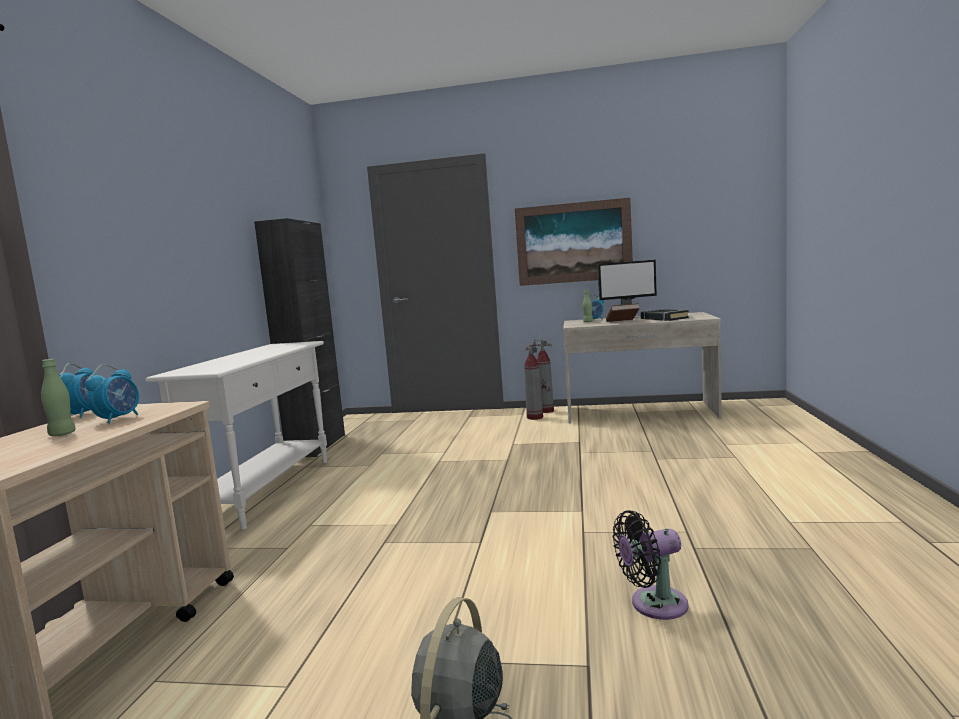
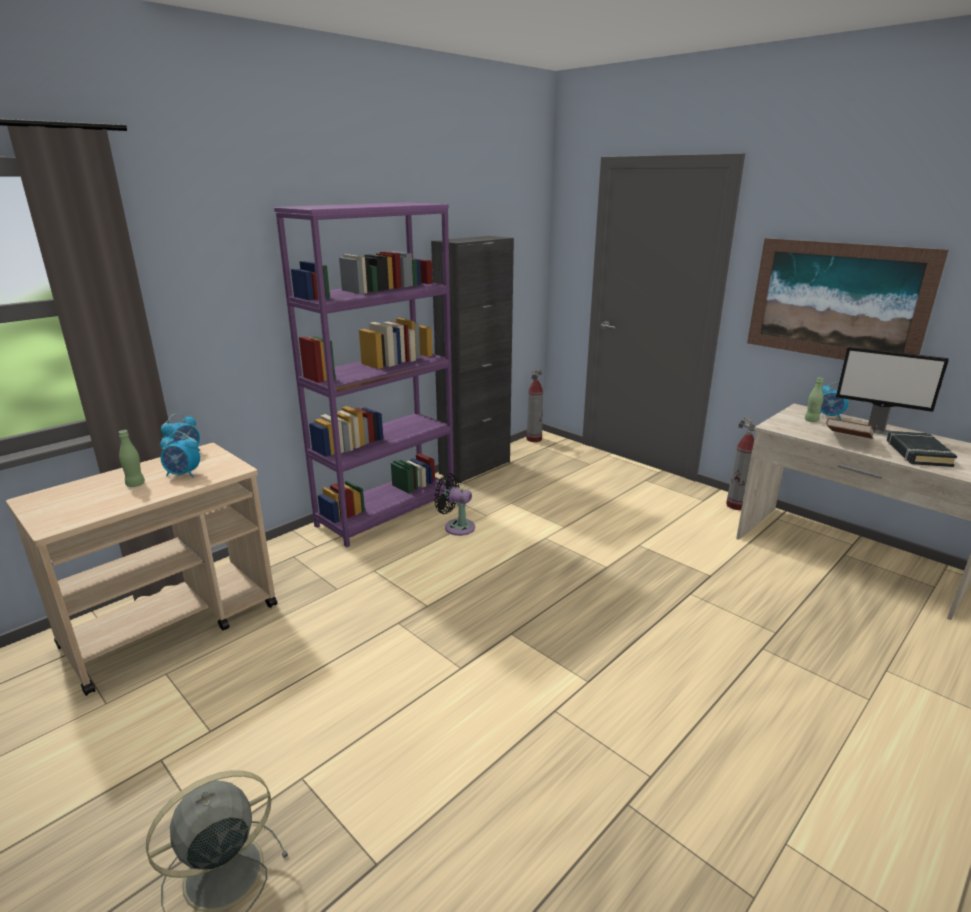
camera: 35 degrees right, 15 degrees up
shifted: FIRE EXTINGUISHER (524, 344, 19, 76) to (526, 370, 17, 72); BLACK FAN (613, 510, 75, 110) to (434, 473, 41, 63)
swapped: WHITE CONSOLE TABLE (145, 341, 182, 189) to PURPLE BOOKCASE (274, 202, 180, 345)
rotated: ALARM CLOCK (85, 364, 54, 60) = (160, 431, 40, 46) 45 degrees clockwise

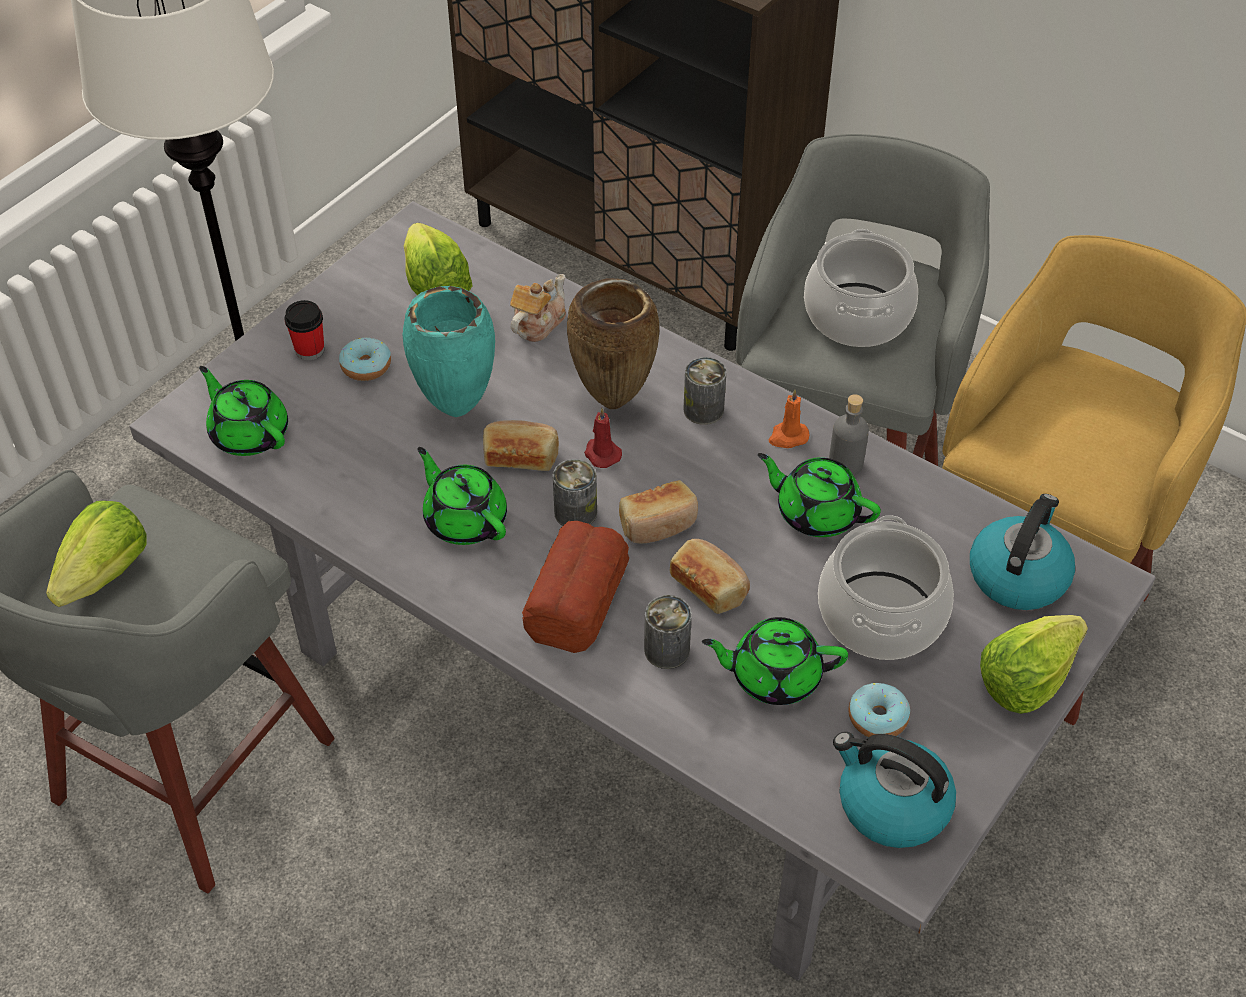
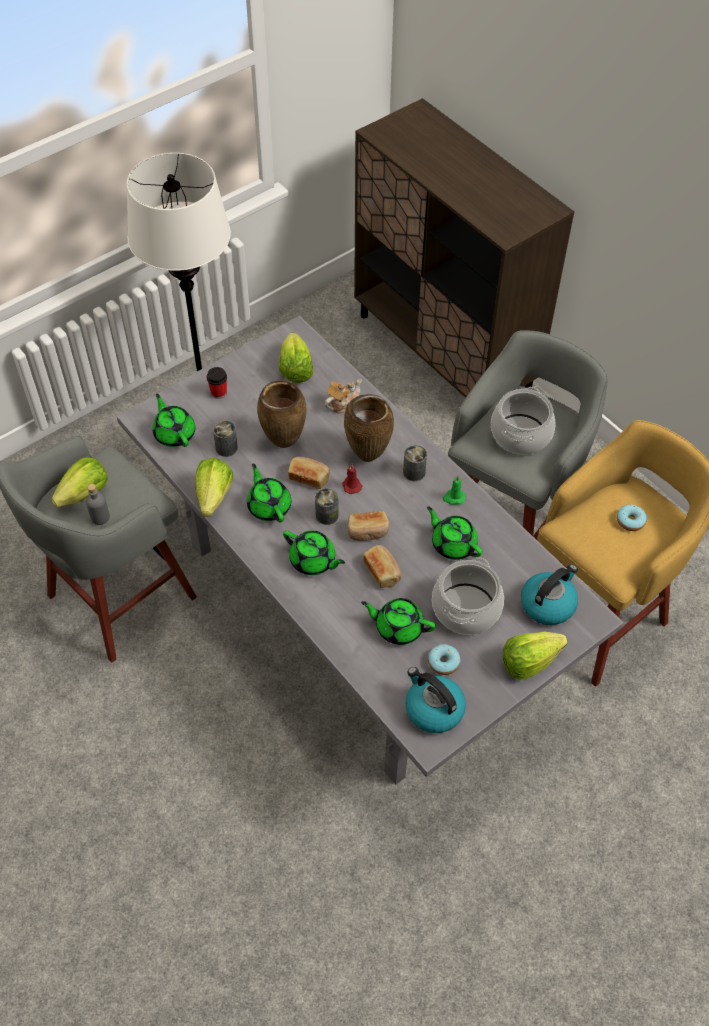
camera: 15 degrees right, 5 degrees up
new: LETTUCE (195, 458, 38, 59)
shifted: DONUT (339, 338, 52, 43) to (617, 504, 30, 27); GREY BOTTLE (829, 394, 40, 82) to (86, 484, 24, 41); CAN (644, 595, 48, 74) to (213, 421, 25, 36)
swapped: BREAD (522, 521, 107, 132) to GREEN TEAPOT (283, 531, 62, 44)
repainted: TURQUOISE VASE (402, 286, 93, 131) to BROWN VASE (257, 380, 50, 68); ORANGE CANDLE (768, 389, 41, 59) to GREEN CANDLE (443, 475, 23, 30)

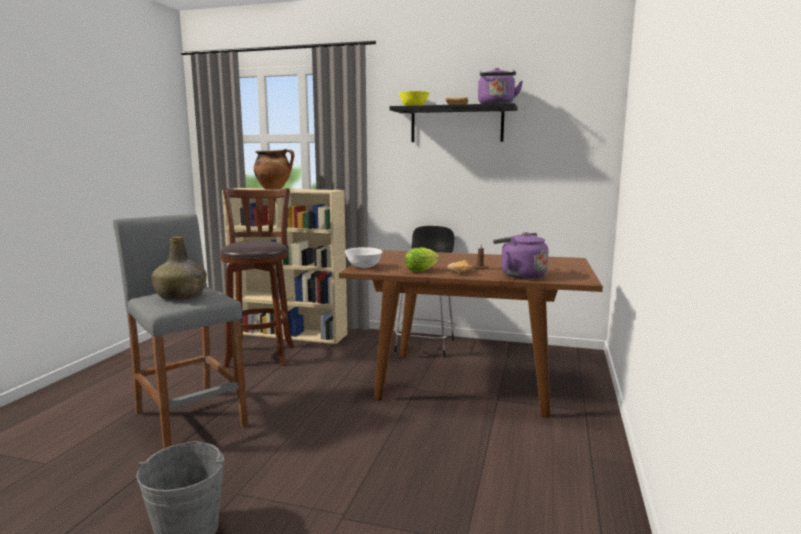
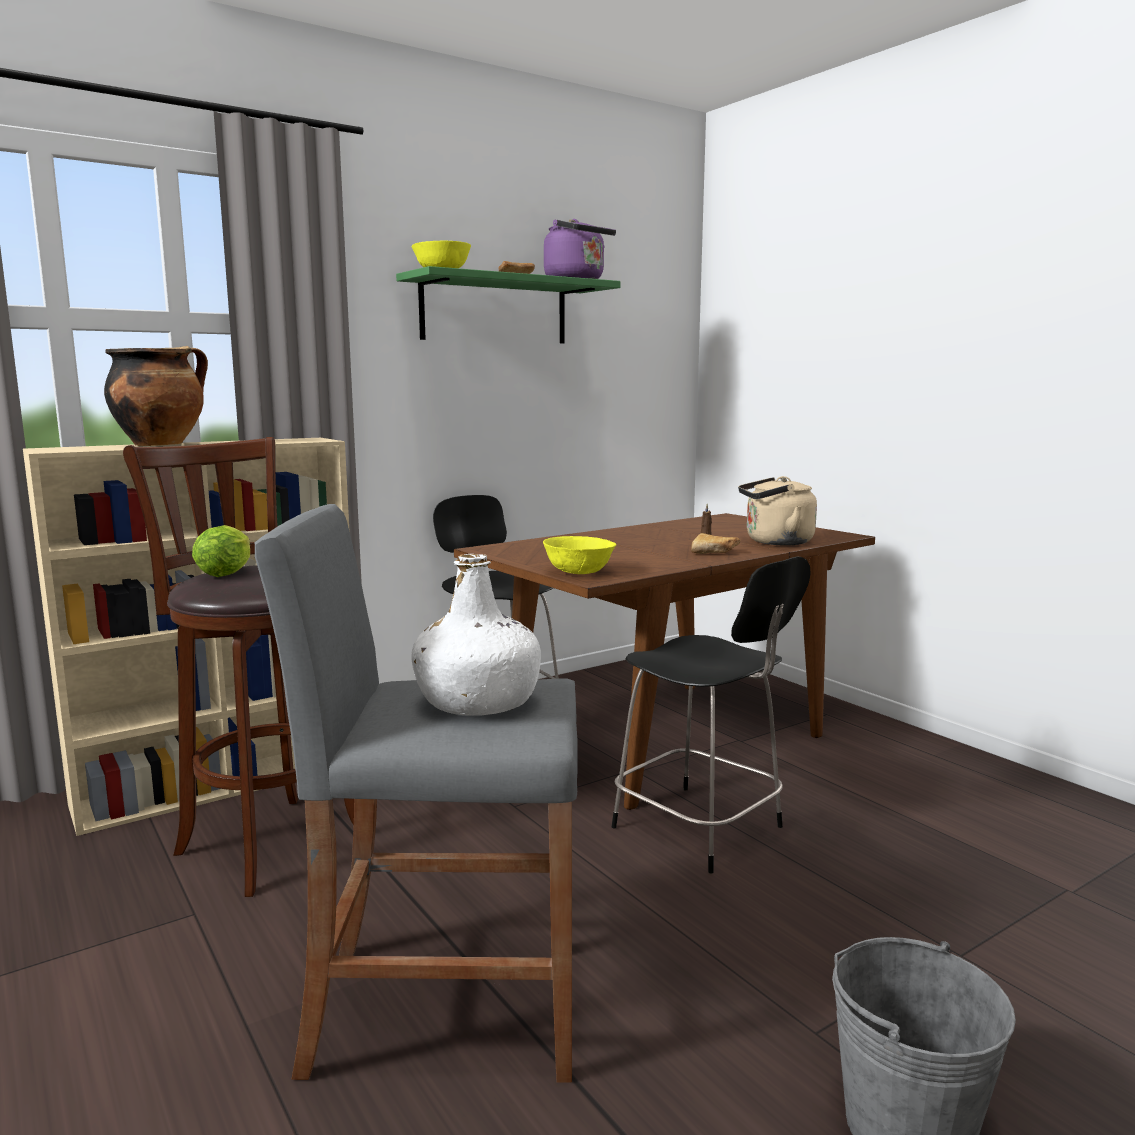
camera: 50 degrees left, 0 degrees up
new: BLACK CHAIR (611, 557, 200, 316)
shifted: LETTUCE (405, 247, 35, 25) to (192, 525, 58, 52)
repainted: BLACK SHELF (389, 103, 129, 39) to GREEN SHELF (396, 266, 224, 77); PURPLE KETTLE (493, 232, 55, 47) to BEIGE KETTLE (738, 476, 79, 70); GREEN BOTTLE (151, 236, 56, 64) to WHITE BOTTLE (411, 554, 130, 162); WHITE BOWL (345, 247, 38, 21) to YELLOW BOWL (543, 536, 74, 38)

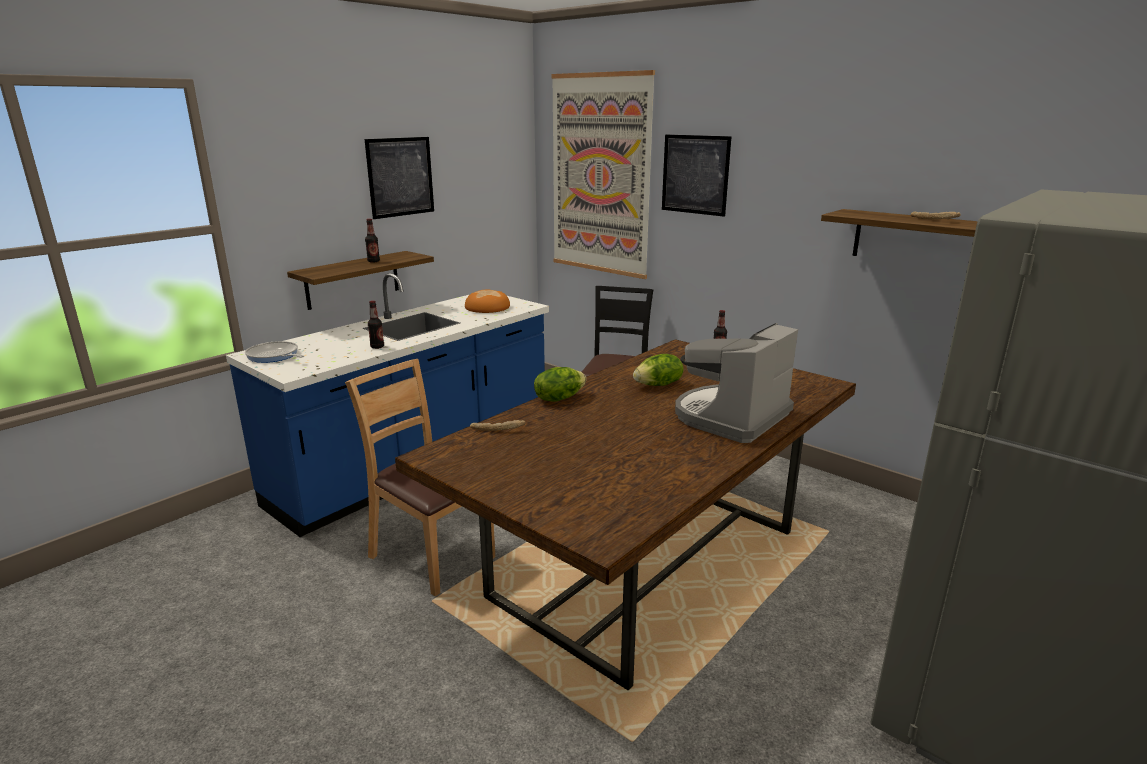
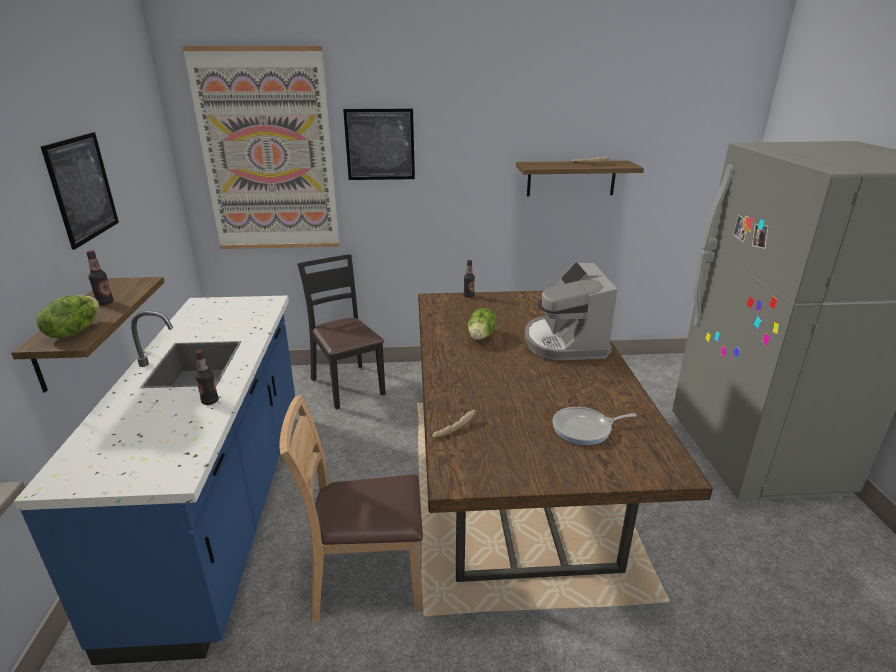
camera: 45 degrees left, 5 degrees up
gone: BREAD (465, 289, 45, 24)
shifted: FRYING PAN (245, 341, 59, 22) to (552, 407, 85, 38); LETTUCE (534, 367, 52, 34) to (36, 295, 63, 44)

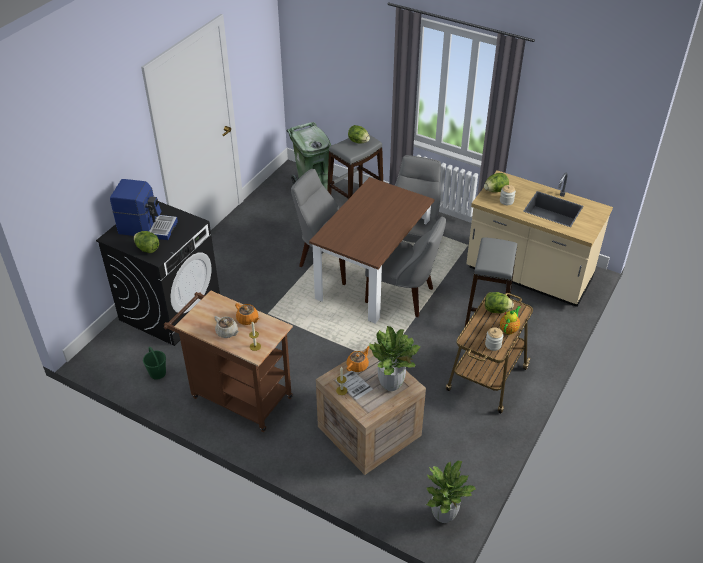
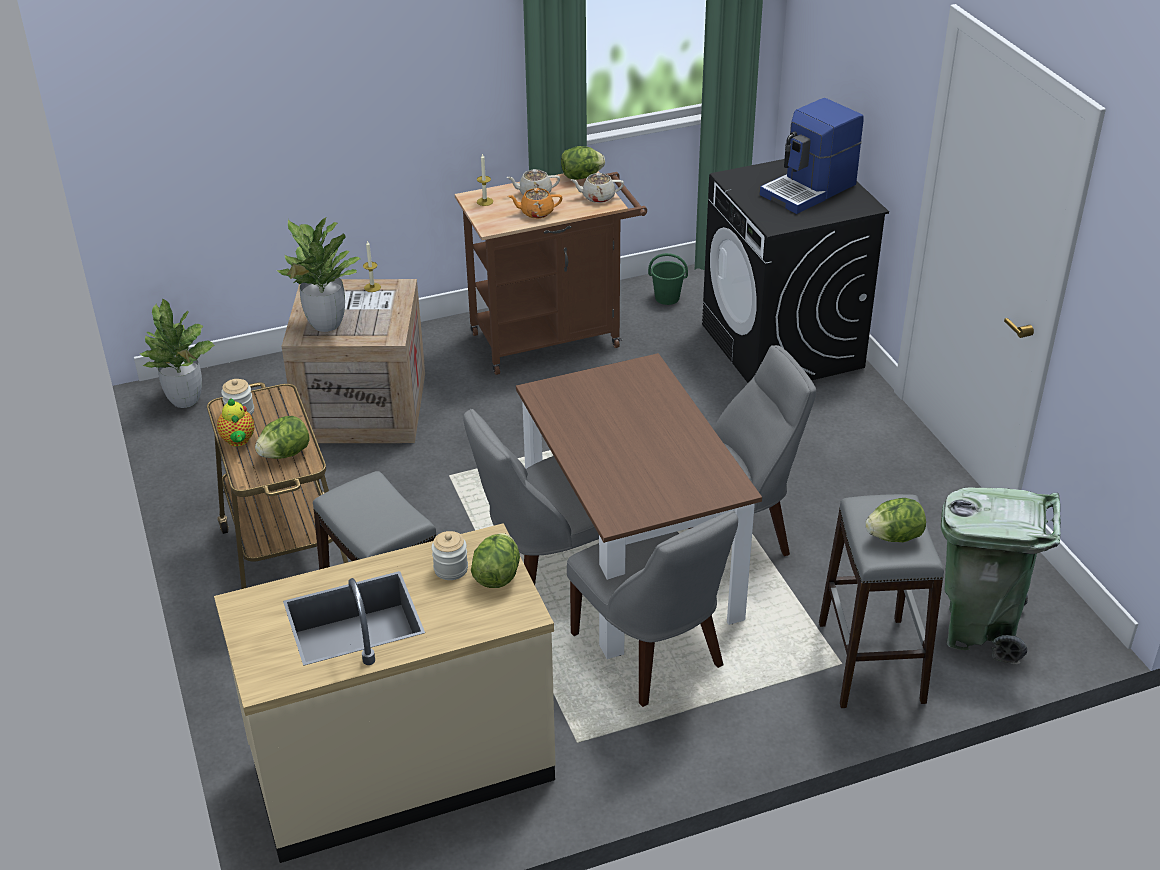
camera: 130 degrees right, 5 degrees down
gone: ORANGE TEAPOT (346, 346, 23, 26)
new: BEIGE TEAPOT (570, 173, 54, 30)
shifted: LETTUCE (134, 231, 25, 22) to (561, 146, 44, 34)

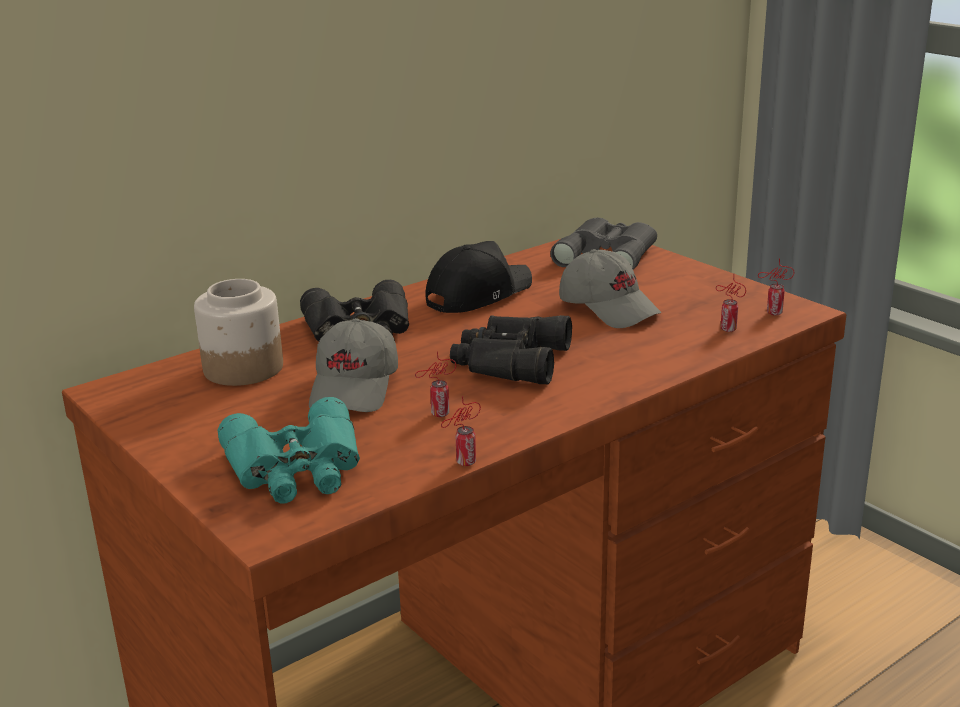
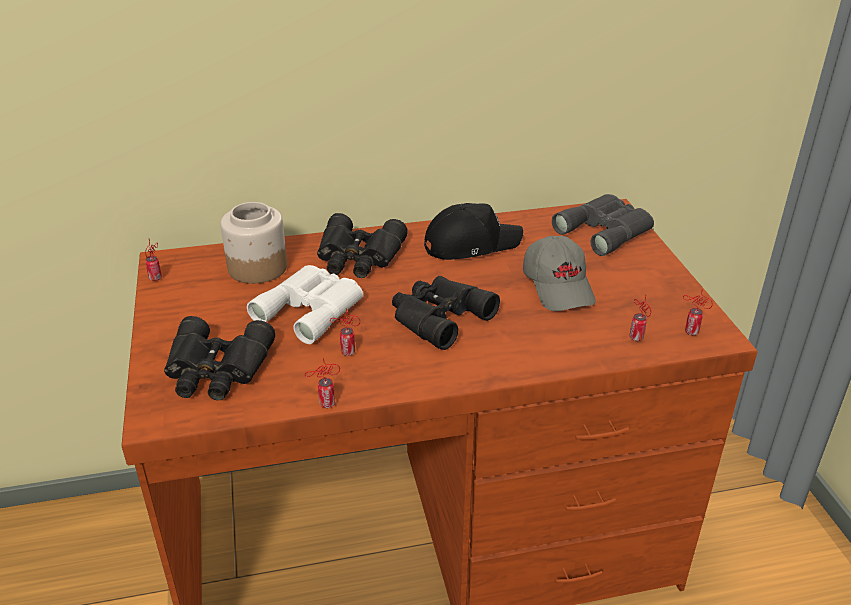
camera: 25 degrees right, 10 degrees up
new: CAN (145, 239, 17, 42)
swapped: GREY CAP (309, 318, 89, 94) to WHITE BINOCULARS (247, 265, 116, 79)
repainted: TURQUOISE BINOCULARS (218, 397, 142, 107) to BLACK BINOCULARS (164, 316, 111, 84)

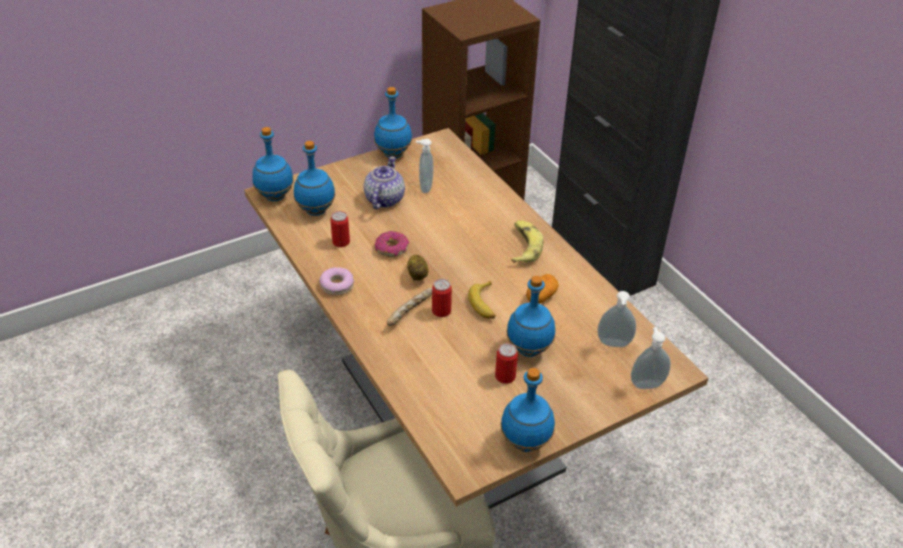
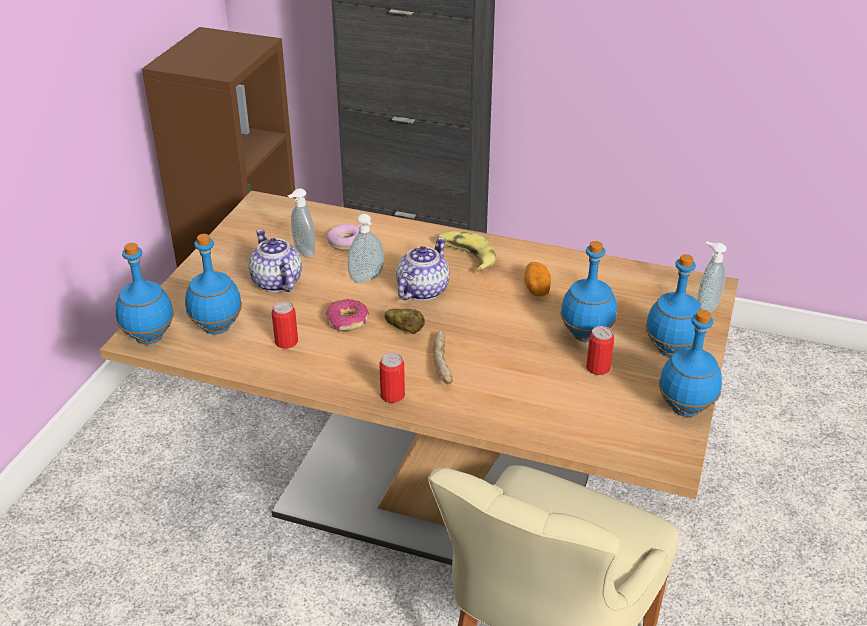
camera: 40 degrees left, 5 degrees down
gone: BANANA (468, 281, 28, 38)
new: TEAPOT (396, 237, 53, 64)
shifted: BLUE BOTTLE (374, 87, 38, 71) to (646, 254, 56, 103); DONUT (319, 267, 35, 28) to (327, 224, 32, 27); CAN (432, 279, 20, 38) to (379, 353, 26, 50); SOAP DISPENSER (597, 291, 39, 56) to (347, 214, 37, 69)

